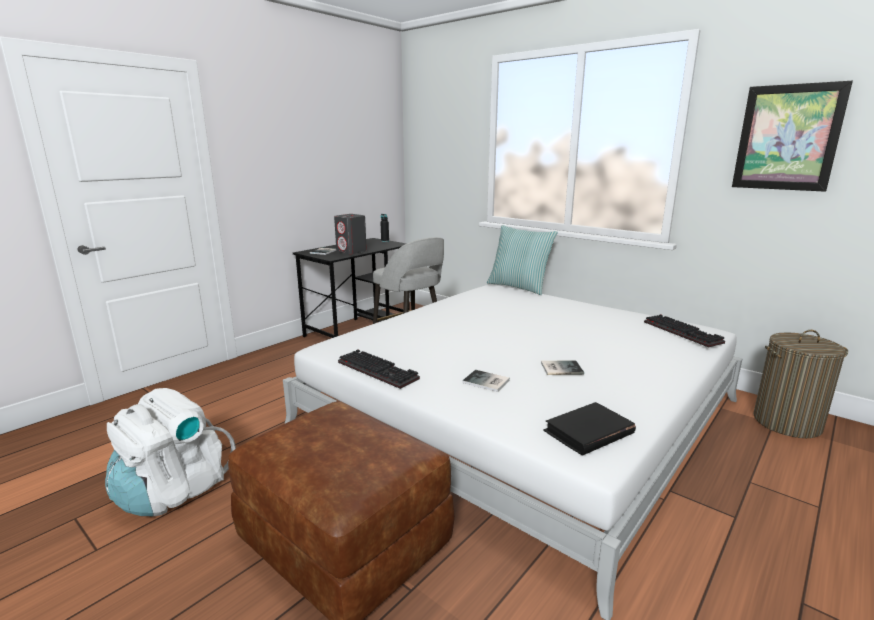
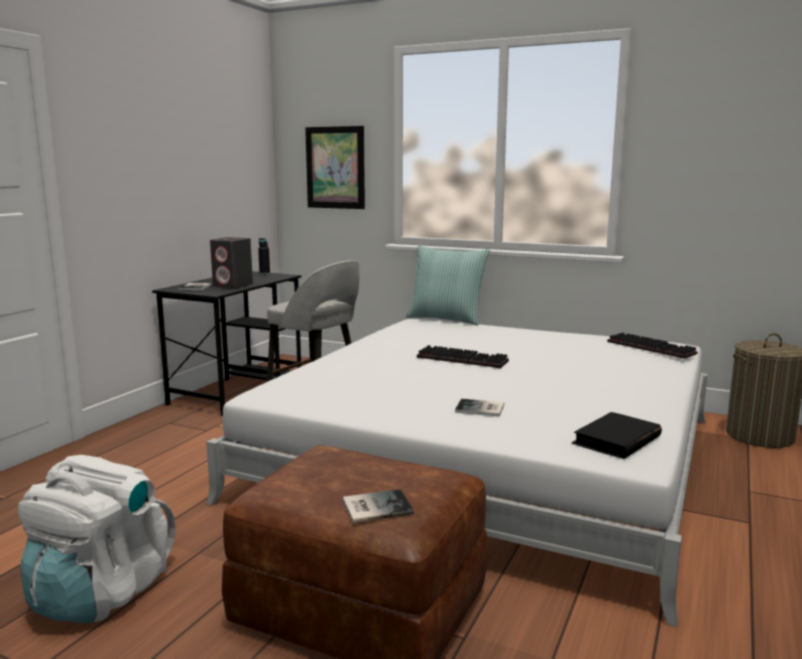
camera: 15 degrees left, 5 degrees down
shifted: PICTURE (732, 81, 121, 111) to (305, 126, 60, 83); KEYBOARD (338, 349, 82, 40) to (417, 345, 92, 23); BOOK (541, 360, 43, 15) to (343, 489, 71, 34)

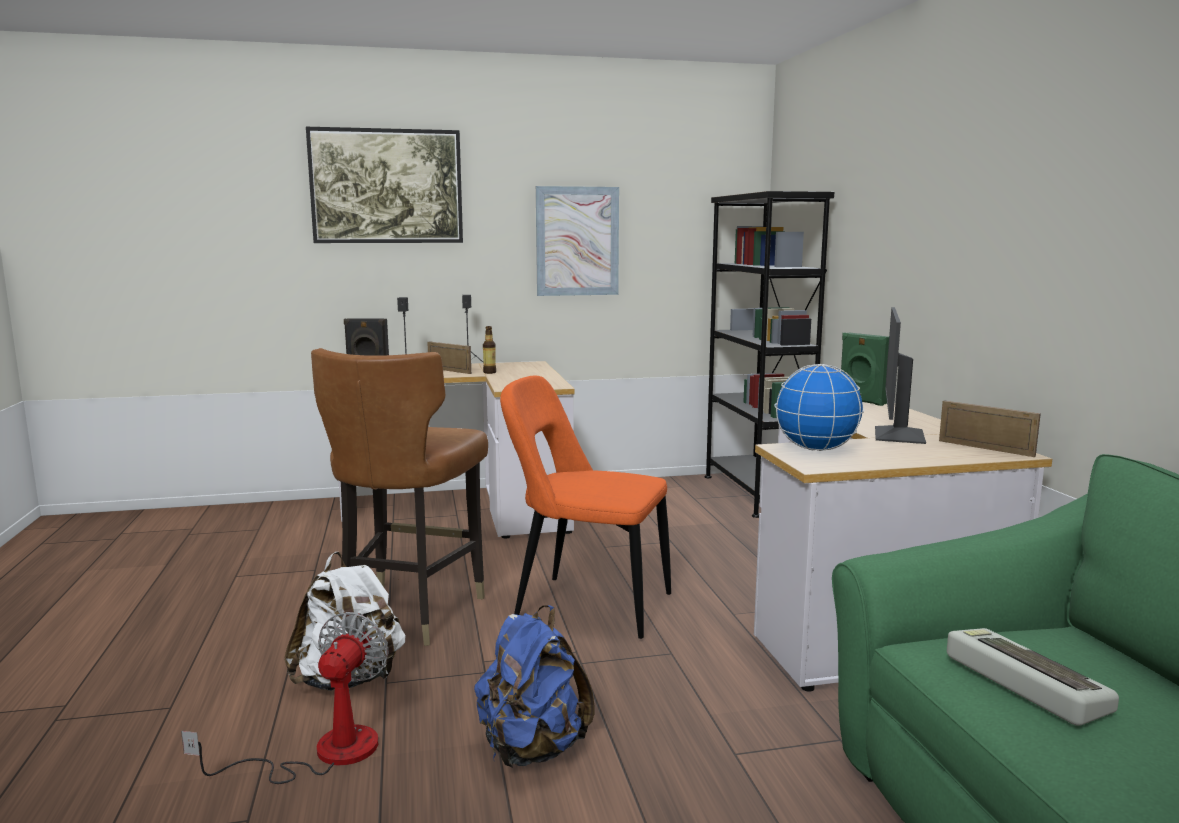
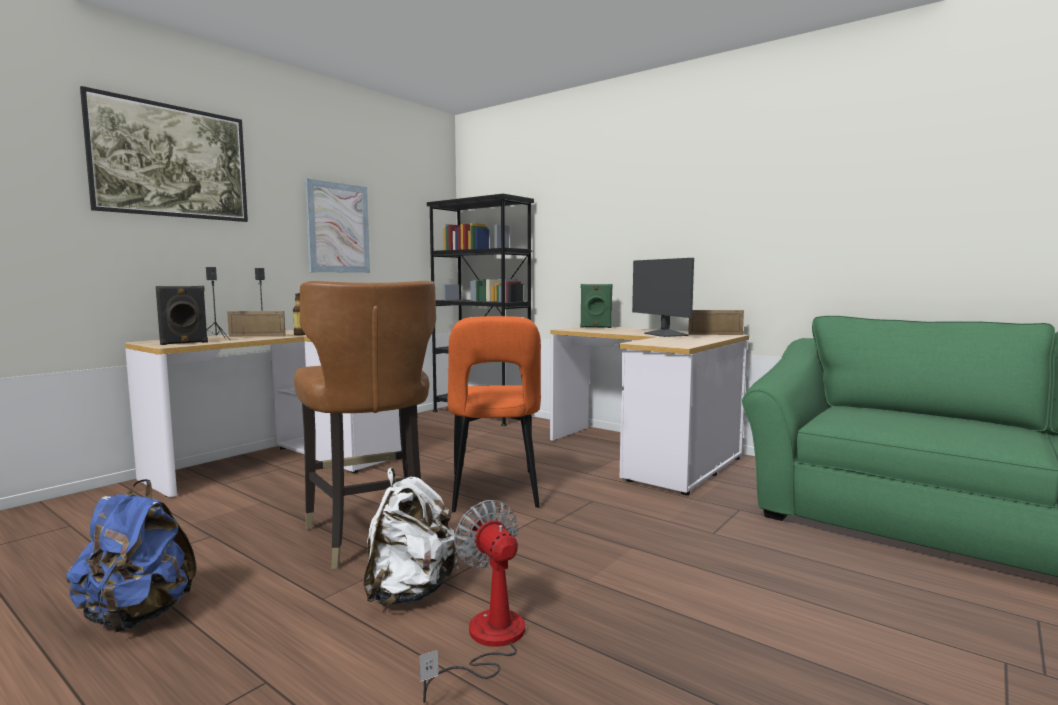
camera: 40 degrees left, 5 degrees down
gone: GLOBE (774, 364, 91, 87); KEYBOARD (947, 628, 172, 98)
shifted: BLUE BACKPACK (474, 605, 120, 163) to (66, 479, 131, 153)
rotated: ORANGE CHAIR (500, 375, 171, 264) = (447, 316, 94, 196) 75 degrees counterclockwise

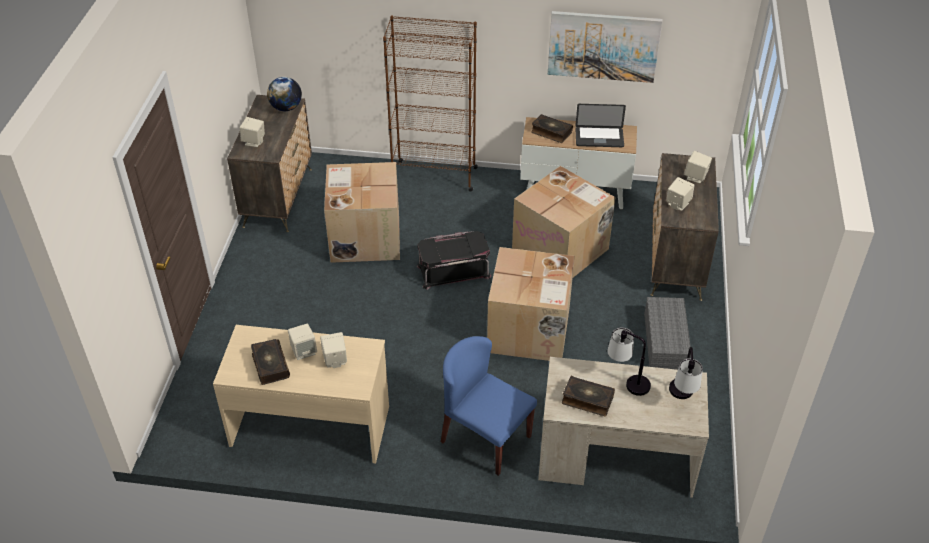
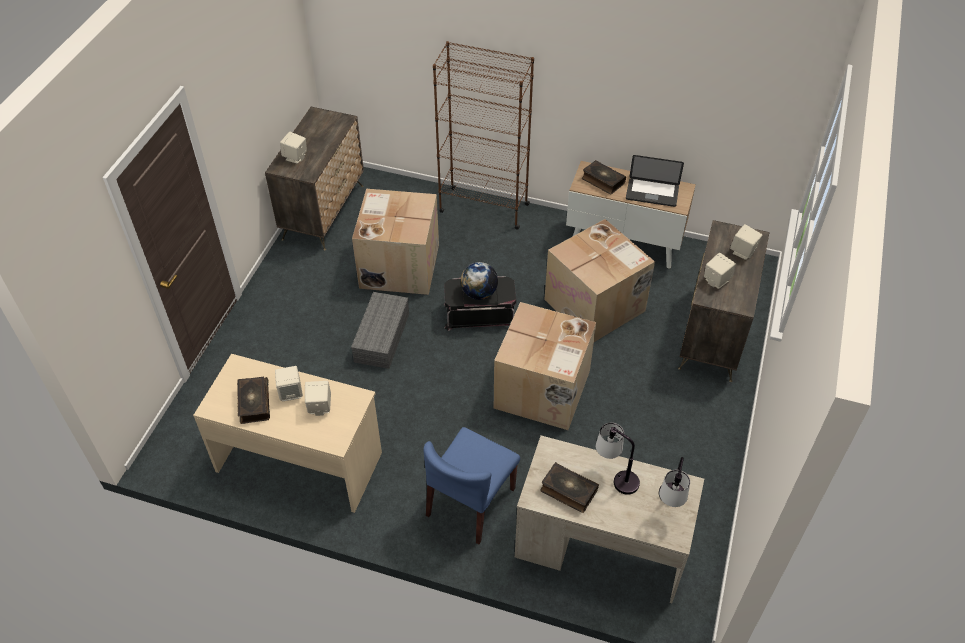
camera: 10 degrees right, 5 degrees up
gone: PICTURE (548, 11, 115, 72)
shifted: GLOBE (267, 77, 35, 34) to (461, 262, 37, 38); GREY STORAGE BOX (644, 297, 47, 73) to (351, 292, 58, 77)
rotated: BLUE CHAIR (441, 336, 96, 140) = (423, 427, 97, 117) 105 degrees counterclockwise

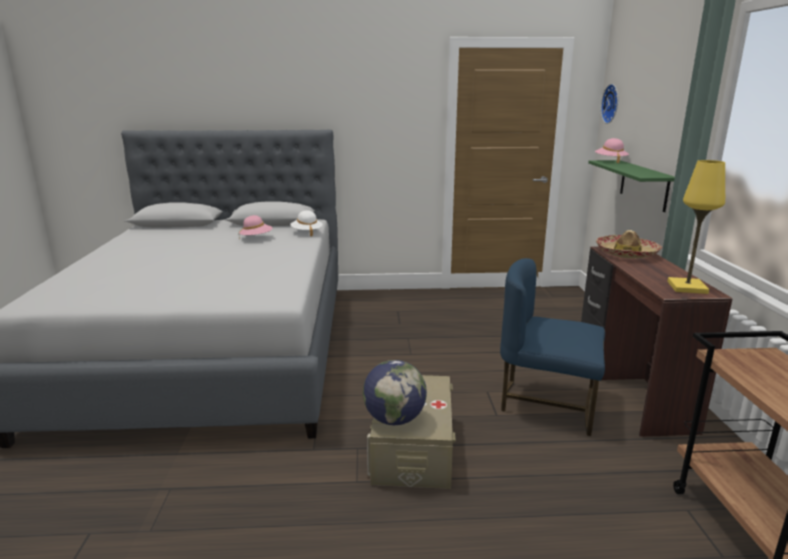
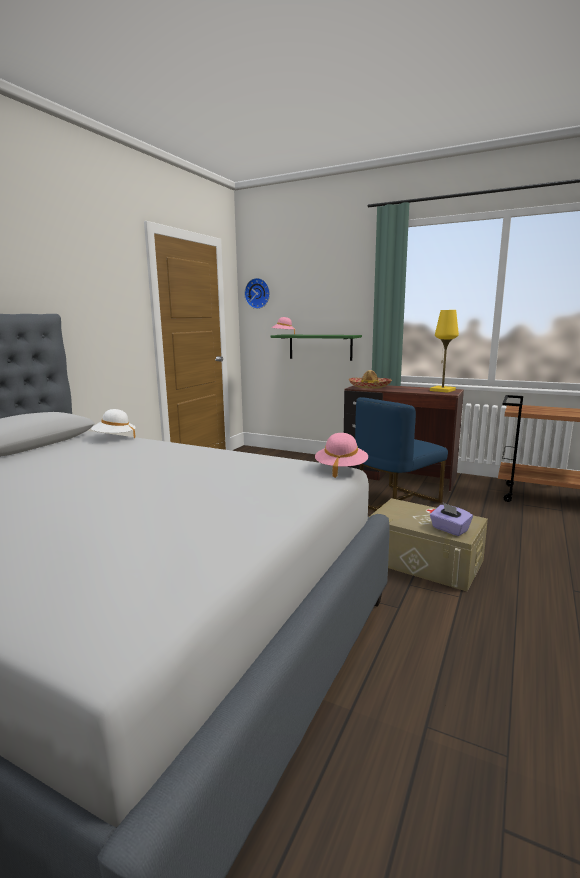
camera: 60 degrees left, 5 degrees down
shifted: PINK HAT (239, 215, 34, 24) to (315, 433, 53, 45)
swapped: GLOBE (363, 360, 64, 65) to PURPLE TISSUE BOX (430, 503, 43, 33)

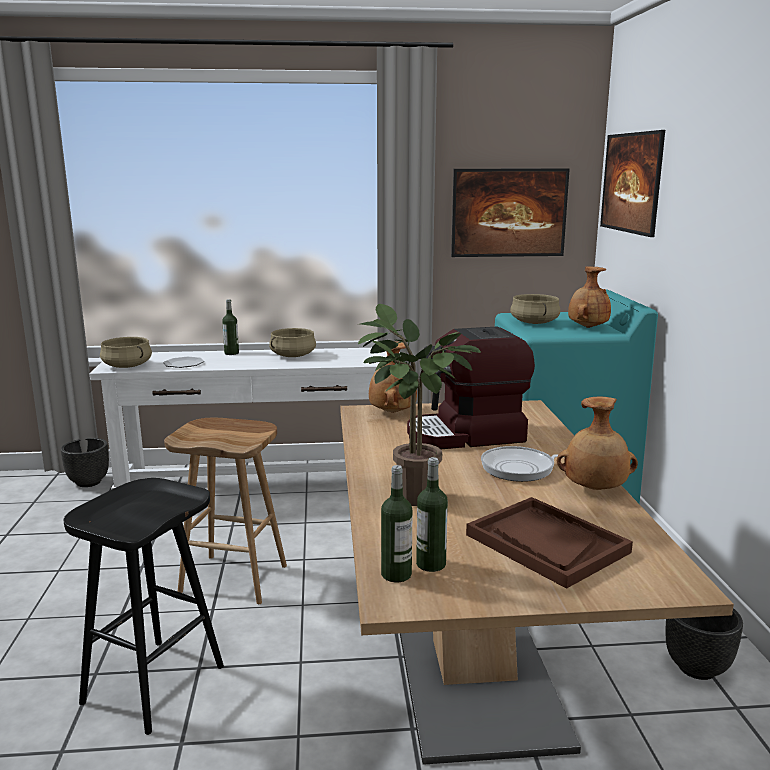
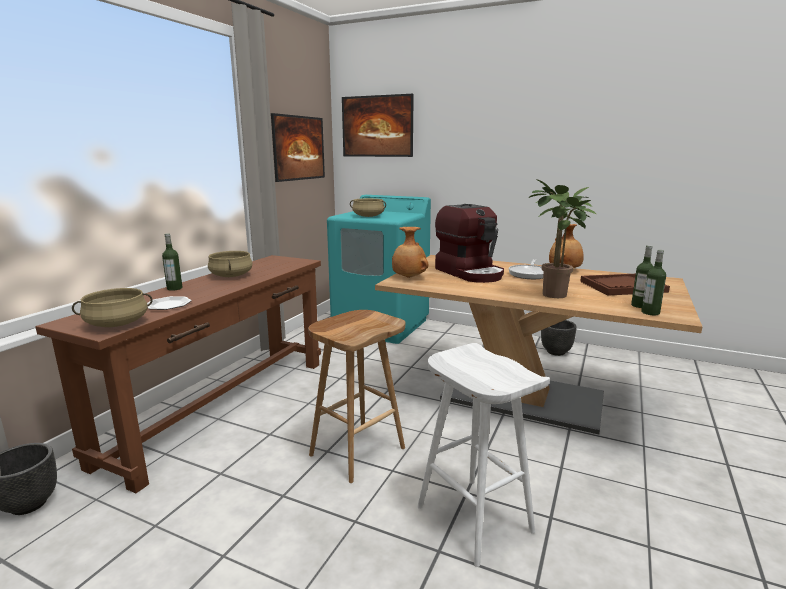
camera: 60 degrees left, 0 degrees up
gone: BROWN VASE (568, 266, 43, 62)
repainted: WHITE CONSOLE TABLE (89, 348, 311, 142) to BROWN CONSOLE TABLE (35, 255, 286, 238); BLACK STOOL (64, 478, 160, 257) to WHITE STOOL (417, 343, 133, 224)
rotated: COFFEE MACHINE (407, 326, 128, 123) = (435, 204, 69, 79) 45 degrees counterclockwise

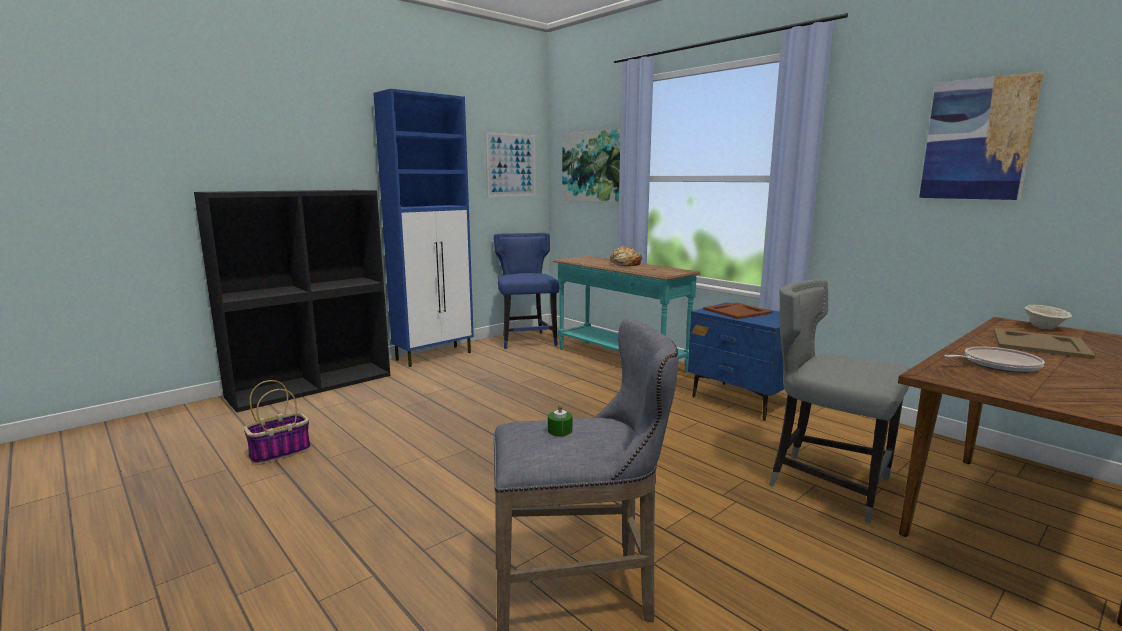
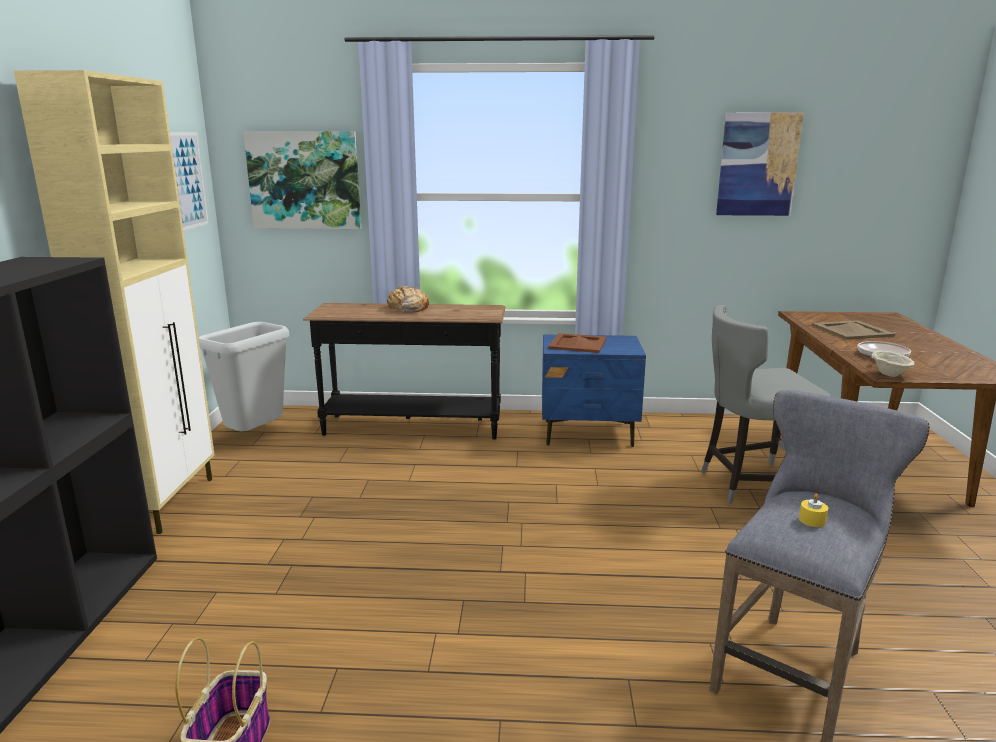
camera: 45 degrees left, 5 degrees up
shifted: BEIGE BOWL (1024, 305, 48, 24) to (872, 351, 43, 26)
swapped: BLUE CHAIR (494, 233, 65, 116) to GREY TRASH CAN (198, 322, 91, 109)
repainted: BLUE CABINET (373, 89, 101, 278) to BEIGE CABINET (14, 70, 201, 464); TURQUOISE CONSOLE TABLE (553, 256, 147, 117) to BLACK CONSOLE TABLE (303, 303, 202, 136); GREEN CANDLE (548, 403, 24, 33) to YELLOW CANDLE (799, 493, 29, 34)

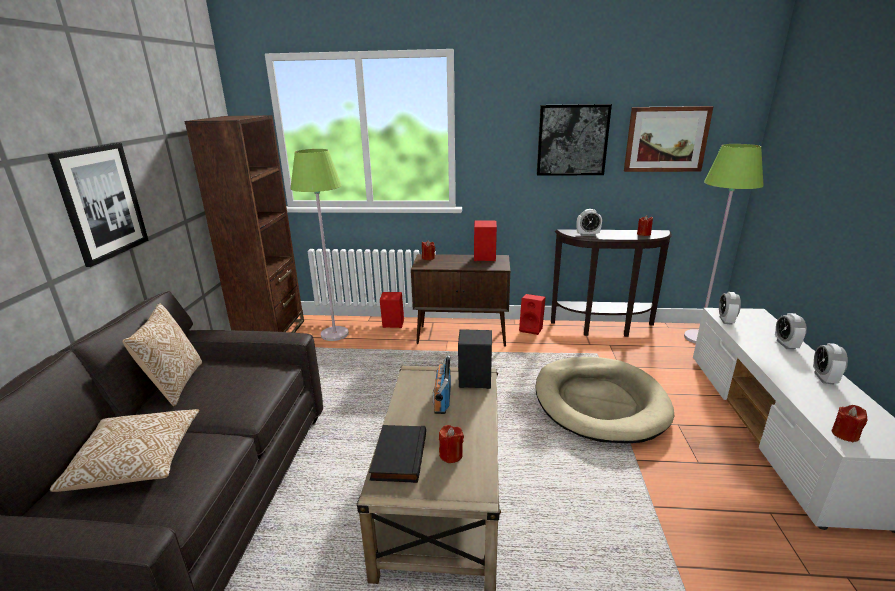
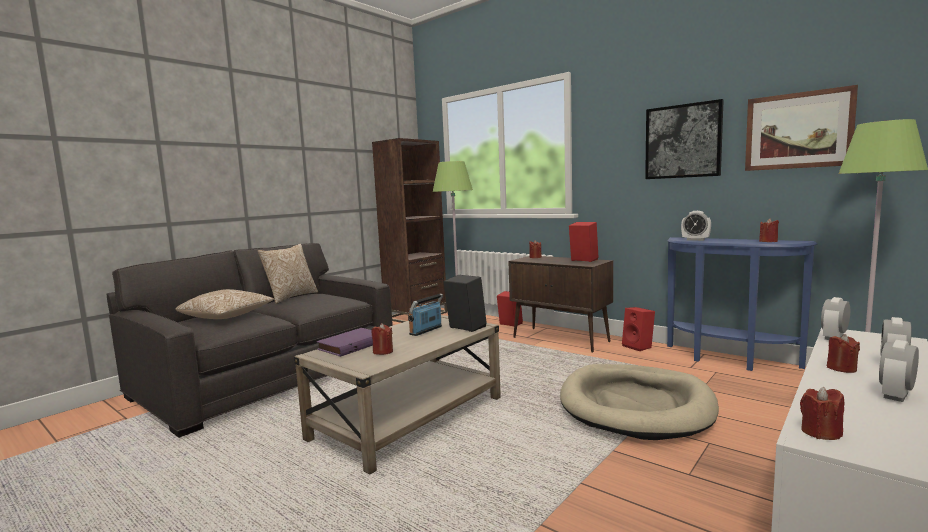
camera: 35 degrees right, 15 degrees down
gone: PICTURE (48, 143, 100, 124)
new: RED CANDLE (827, 334, 33, 39)
repainted: BROWN CONSOLE TABLE (551, 230, 121, 107) to BLUE CONSOLE TABLE (667, 237, 151, 134); BLACK BOOK (369, 425, 57, 58) to PURPLE BOOK (316, 328, 57, 29)

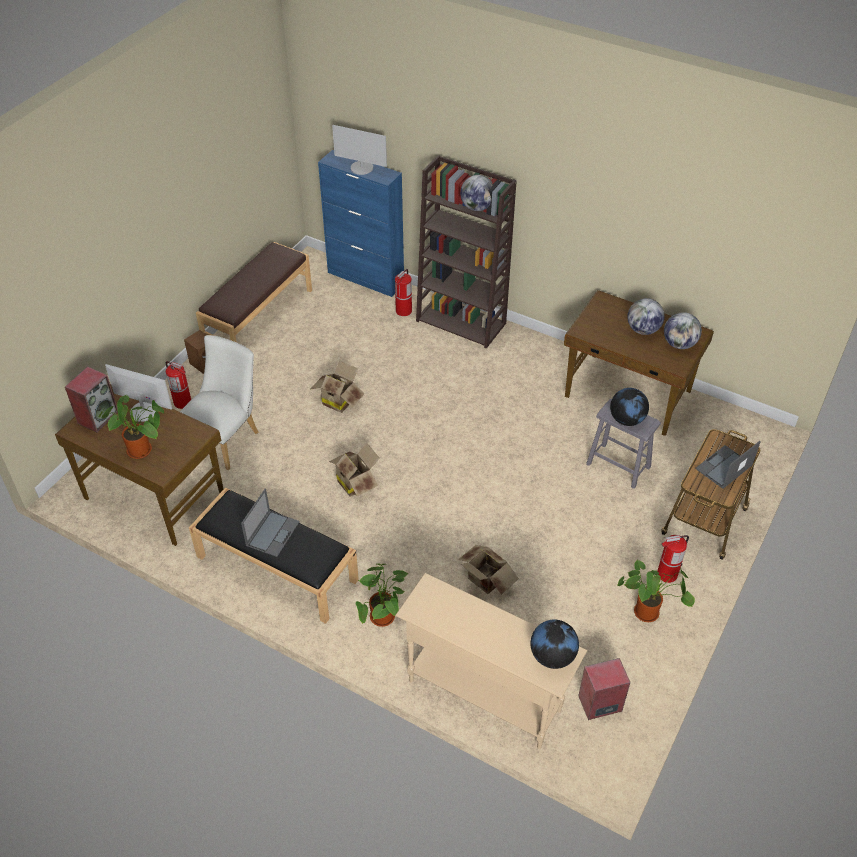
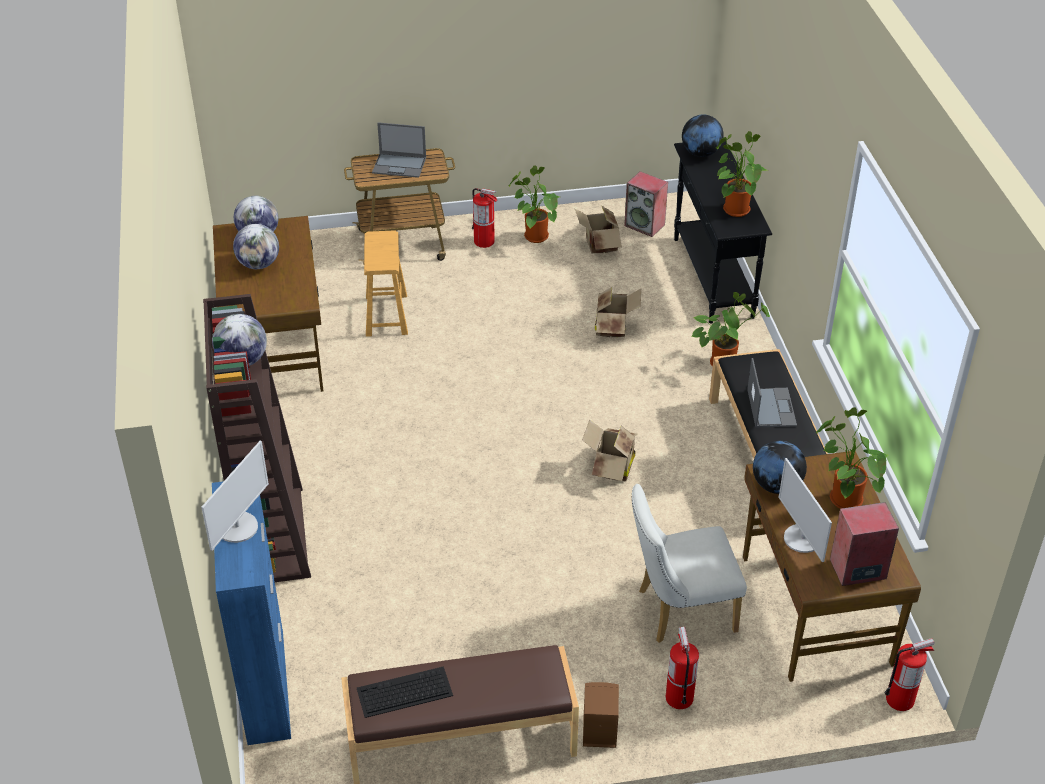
camera: 130 degrees left, 5 degrees down
new: POTTED PLANT (716, 131, 53, 86); KEYBOARD (357, 666, 96, 52)
shifted: FIRE EXTINGUISHER (395, 269, 17, 47) to (884, 638, 51, 73); CARDBOARD BOX (310, 361, 55, 52) to (574, 205, 48, 48); GLOBE (610, 388, 39, 38) to (753, 441, 54, 53)
repainted: GREY STOOL (586, 399, 75, 90) to BROWN STOOL (364, 230, 44, 107); BEIGE CONSOLE TABLE (395, 573, 192, 176) to BLACK CONSOLE TABLE (674, 141, 98, 183)
rotated: MONITOR (332, 125, 55, 50) = (201, 441, 68, 110) 45 degrees clockwise; LAPTOP (241, 489, 59, 68) = (747, 358, 50, 69) 105 degrees clockwise

